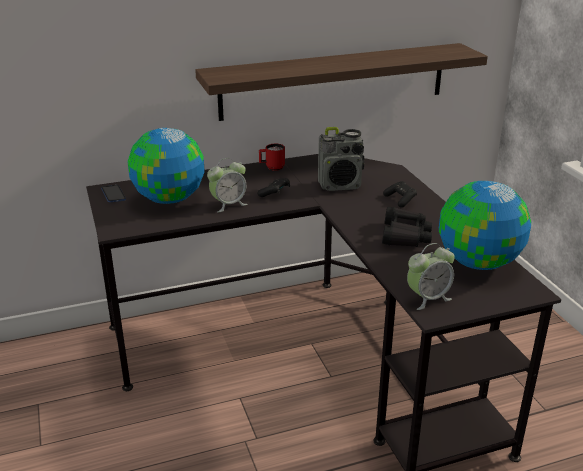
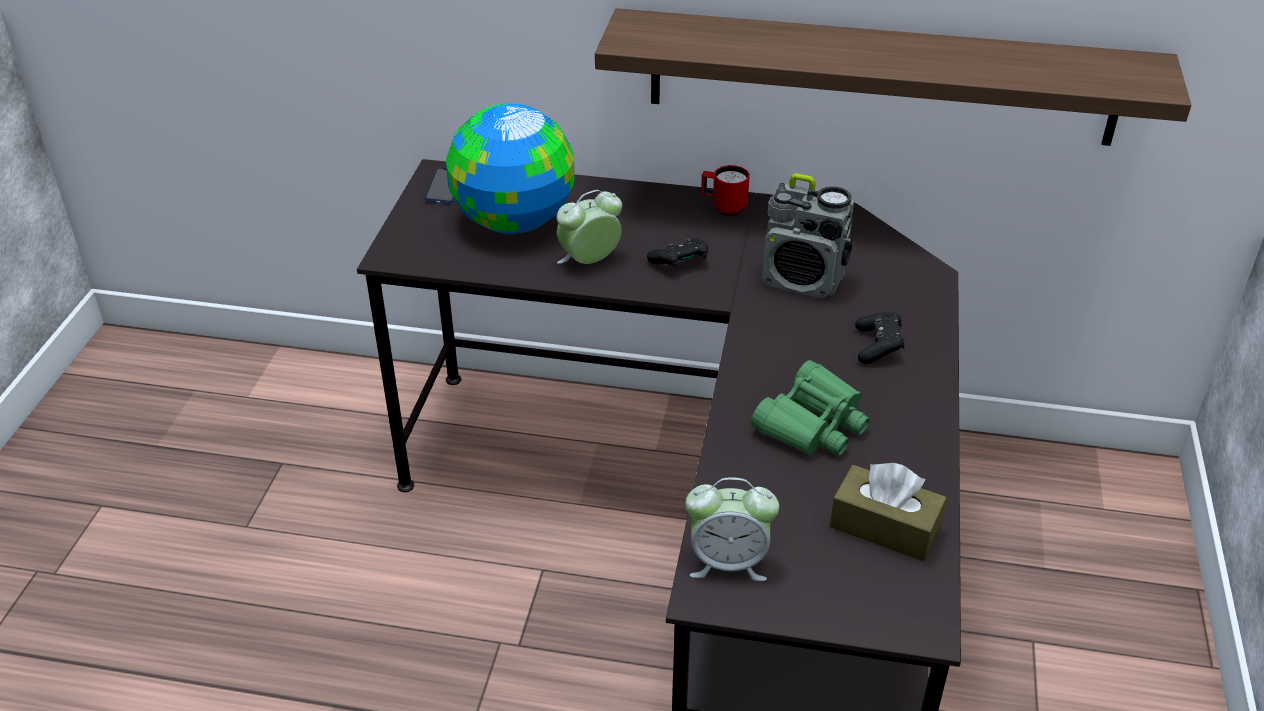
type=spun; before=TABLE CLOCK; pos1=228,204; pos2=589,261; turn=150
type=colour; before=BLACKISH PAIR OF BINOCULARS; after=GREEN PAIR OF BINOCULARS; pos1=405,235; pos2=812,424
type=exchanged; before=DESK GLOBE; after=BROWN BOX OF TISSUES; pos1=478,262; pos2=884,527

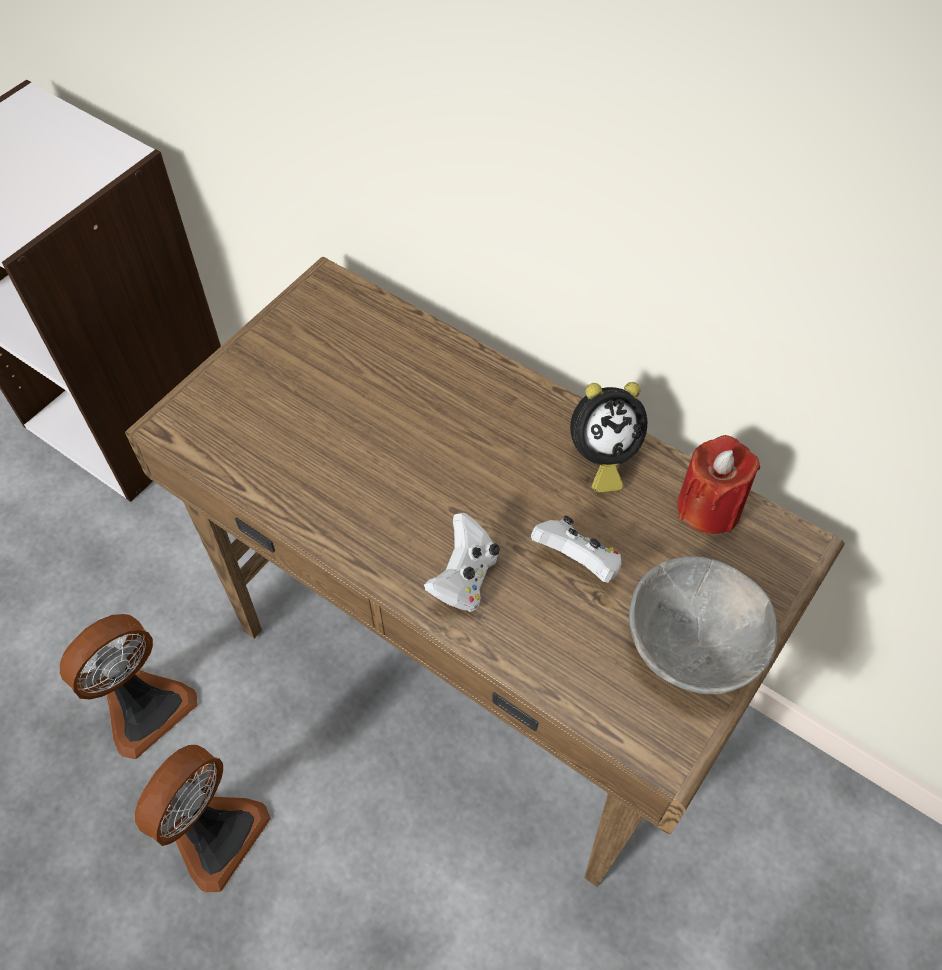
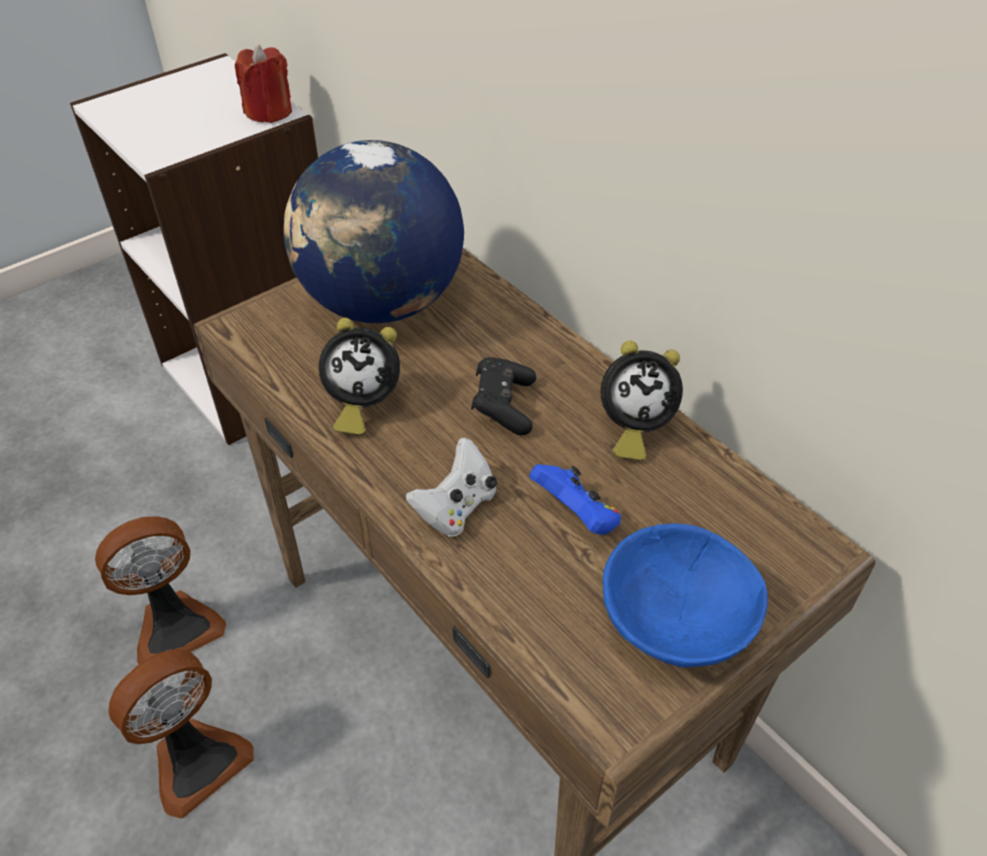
type=relocated; before=REDDISH WAX LIGHT; pos1=708,507; pos2=269,112
type=appeared; after=DESK GLOBE; pos2=381,304
type=appeared; after=TABLE CLOCK; pos2=362,405
type=appeared; after=BLACKISH GAMEPAD; pos2=503,406
type=colour; before=WHITISH GAMEPAD; after=BLUE GAMEPAD; pos1=577,561; pos2=577,517
type=colour; before=GREY BOWL; after=BLUE BOWL; pos1=693,646; pos2=674,623

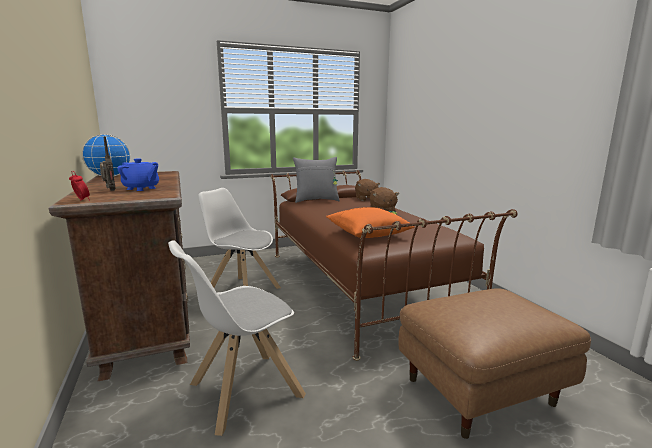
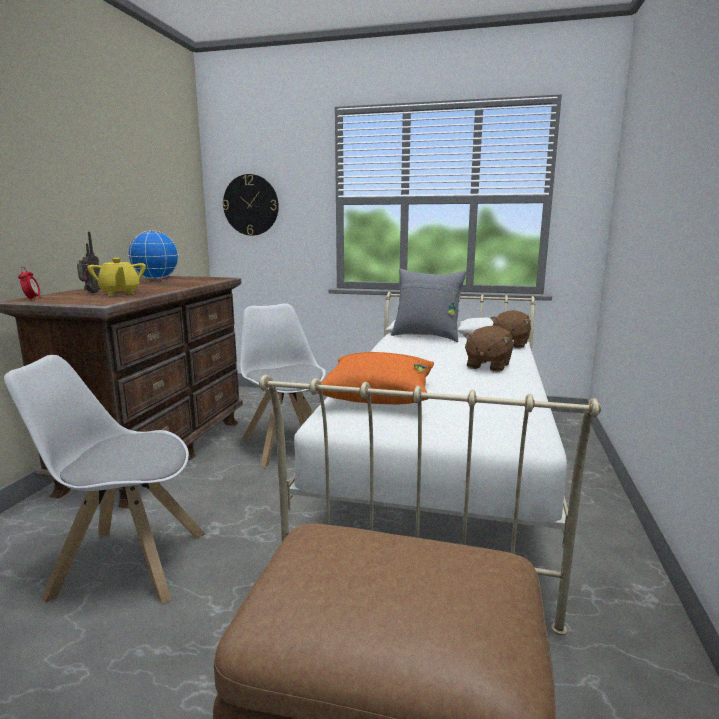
type=colour; before=BLUE POT FOR TEA; after=YELLOWISH POT FOR TEA; pos1=141,188; pos2=120,293
type=appeared; after=HANGING CLOCK; pos2=251,205
type=colour; before=BROWN SLEEPING BED; after=WHITISH SLEEPING BED; pos1=358,285; pos2=438,480

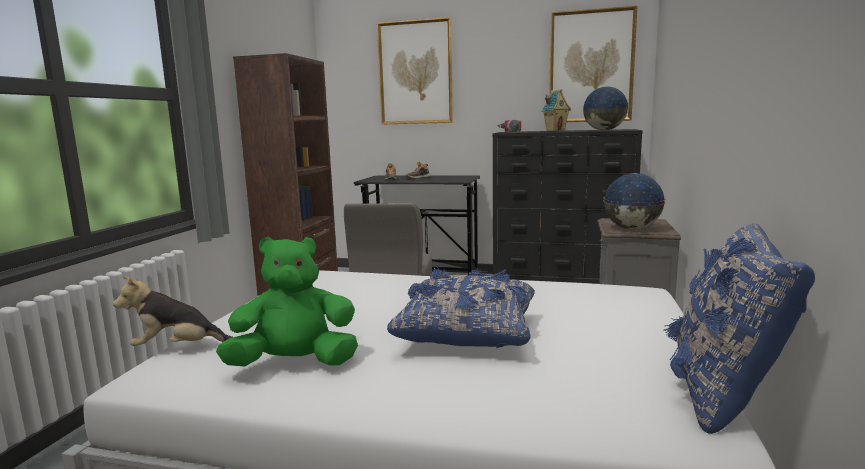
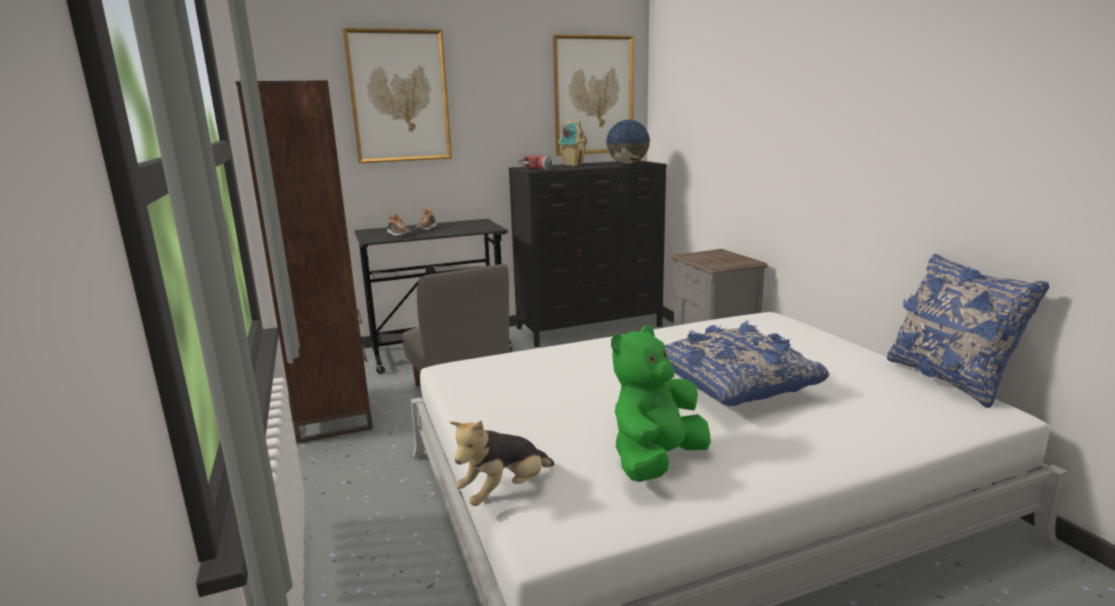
type=missing; before=DESK GLOBE; pos1=631,229

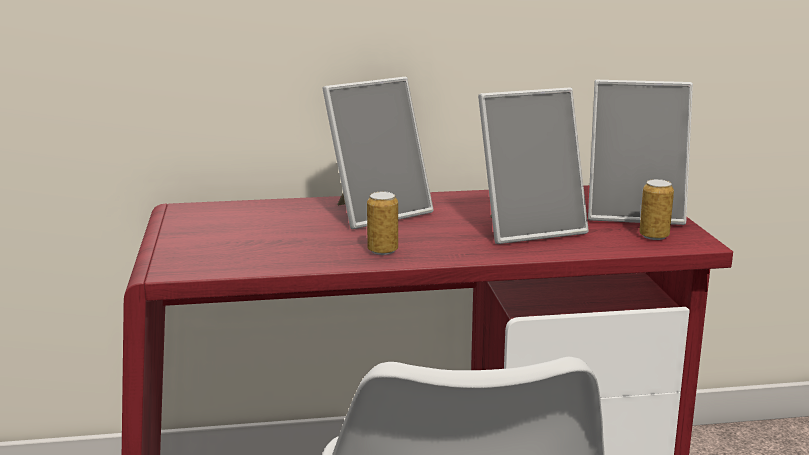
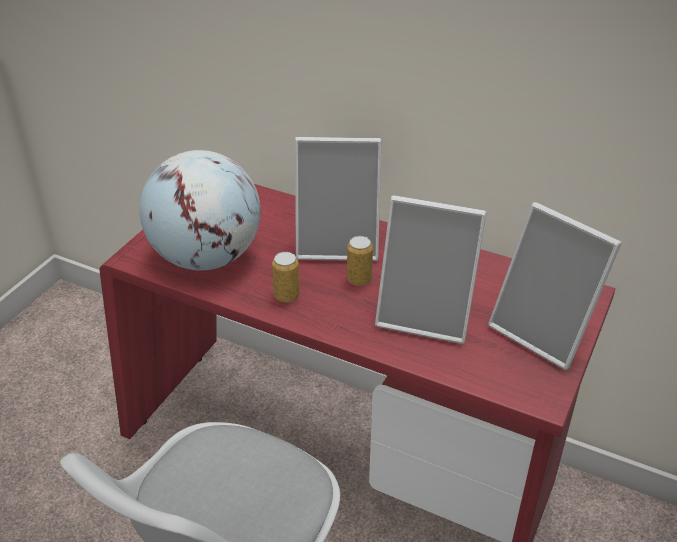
type=appeared; after=DESK GLOBE; pos2=207,257
type=relocated; before=SEALED CAN; pos1=654,236; pos2=359,279

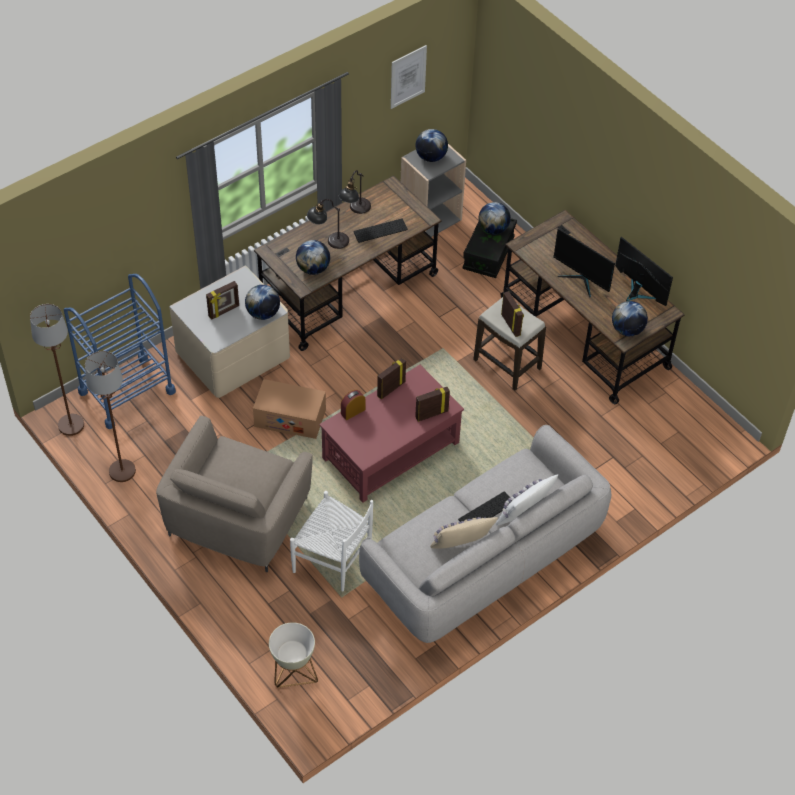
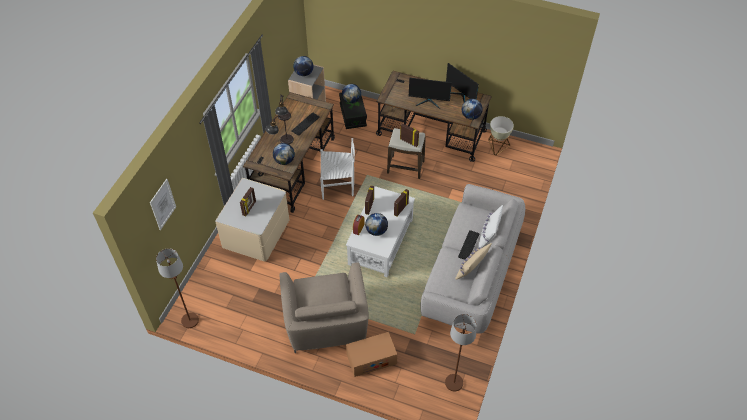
type=relocated; before=PICTURE; pos1=408,76; pos2=163,204
type=relocated; before=WHITISH CHAIR; pos1=333,560; pos2=338,185
type=colour; before=REDDISH LOUNGE TABLE; after=WHITISH LOUNGE TABLE; pos1=390,451; pos2=380,242
type=relocated; before=CARTON; pos1=290,418; pos2=371,359
type=relocated; before=DESK GLOBE; pos1=263,313; pos2=376,231
type=relocated; before=BROWN STANDARD LAMP; pos1=122,471; pos2=453,383
type=spun; before=COMPUTER SCREEN; pos1=637,292; pos2=461,95; turn=-150
type=relocated; before=PLANTER; pos1=293,673; pos2=497,147
type=missing; before=BLUE WHEELED CART; pos1=126,391

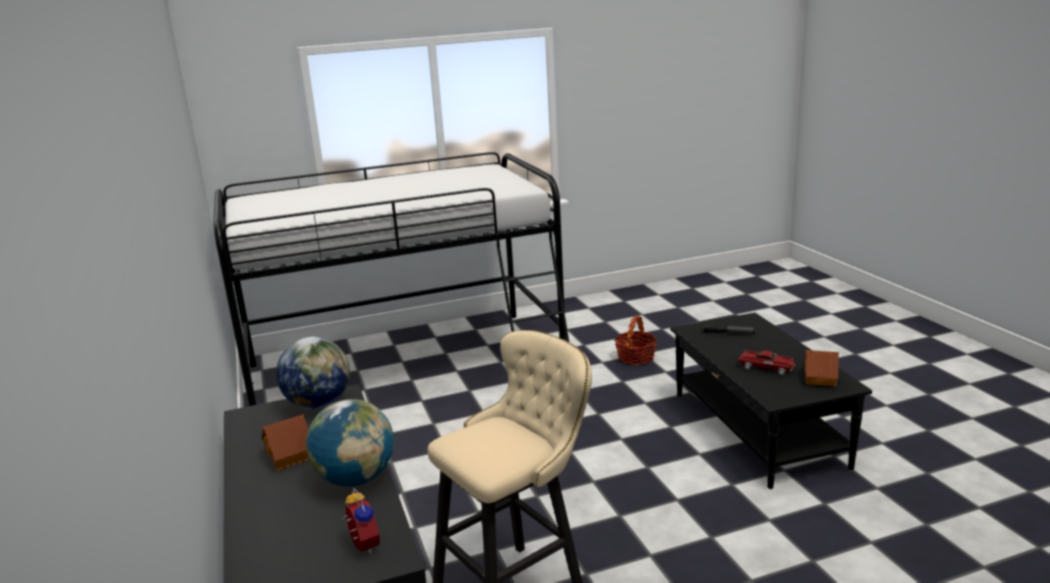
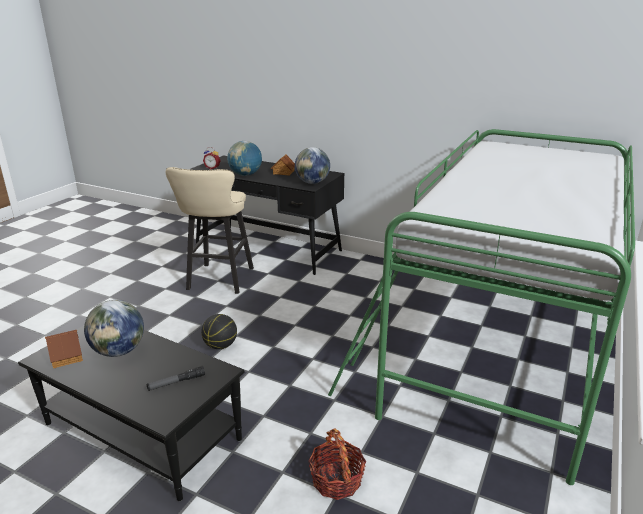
type=exchanged; before=TOY CAR; after=DESK GLOBE; pos1=766,367; pos2=119,351
type=appeared; after=BASKETBALL; pos2=220,346
type=colour; before=BLACKISH SLEEPING BED; after=GREEN SLEEPING BED; pos1=408,369; pos2=496,354

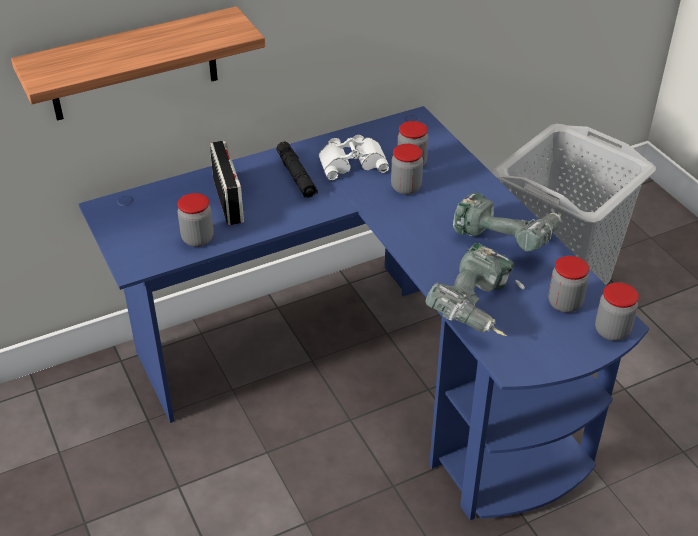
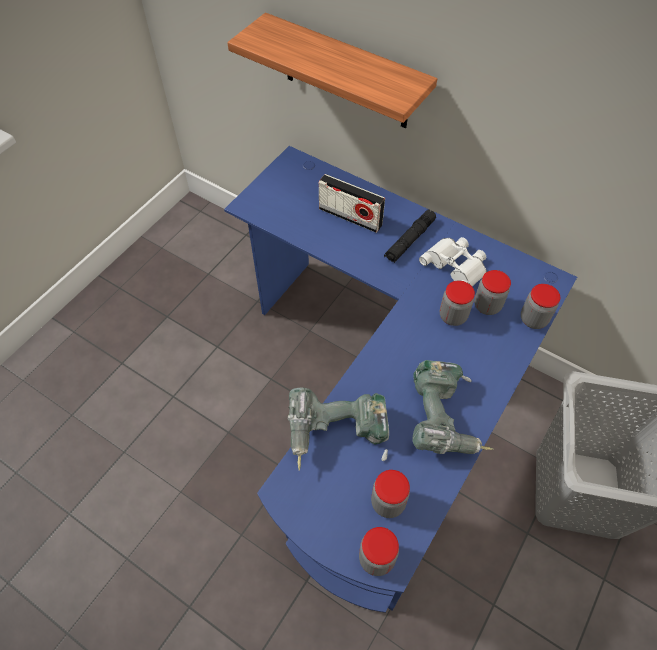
type=spun; before=RADIO; pos1=228,200; pos2=350,217; turn=75
type=relocated; before=PRESERVE JAR; pos1=198,239; pos2=533,319

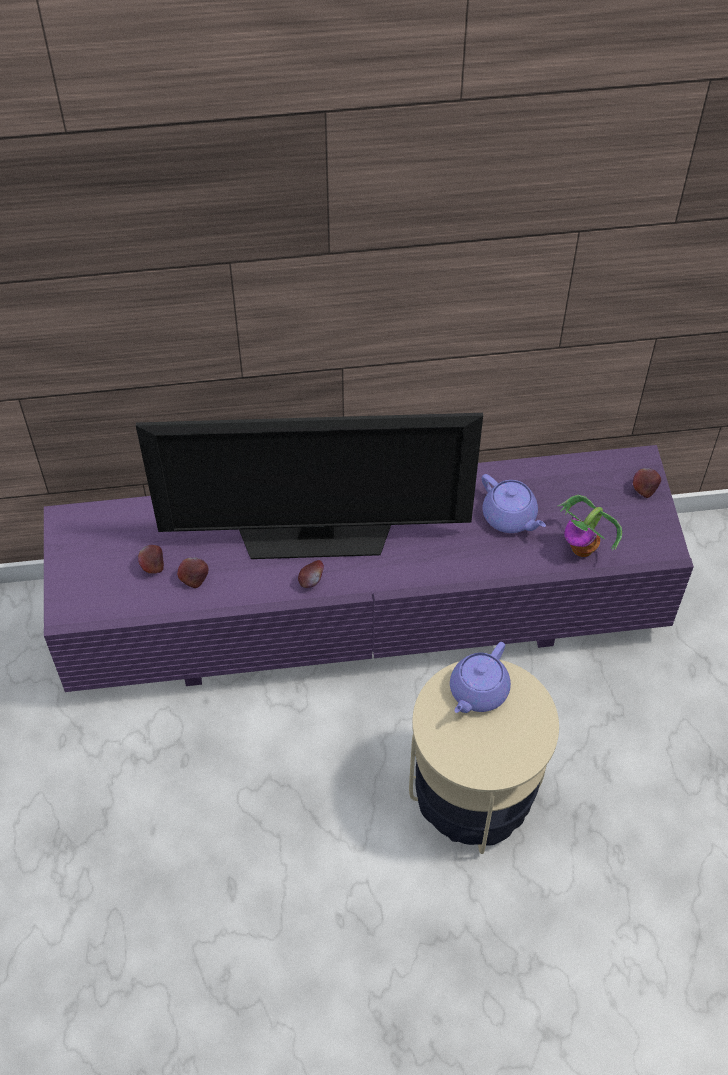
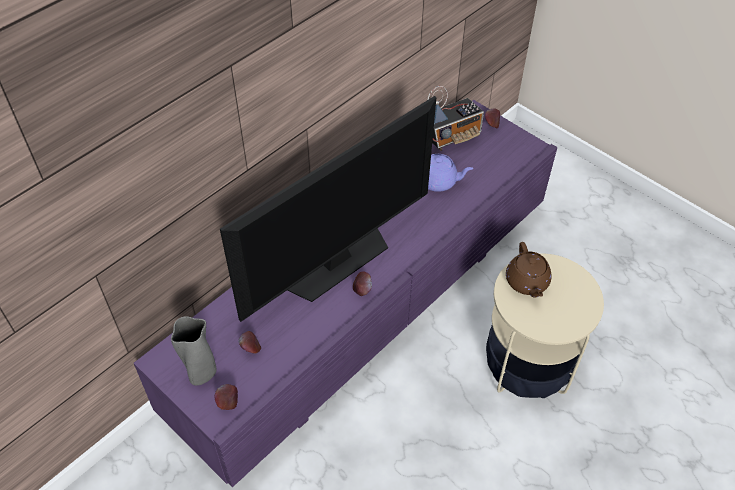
type=appeared; after=GREY DECORATIVE VASE; pos2=202,374
type=relocated; before=APPLE FRUIT; pos1=194,578; pos2=228,402
type=appeared; after=RADIO; pos2=451,136
type=colour; before=PURPLISH POT FOR TEA; after=BROWN POT FOR TEA; pos1=478,691; pos2=527,282
type=missing; before=POTTED PLANT; pos1=583,548

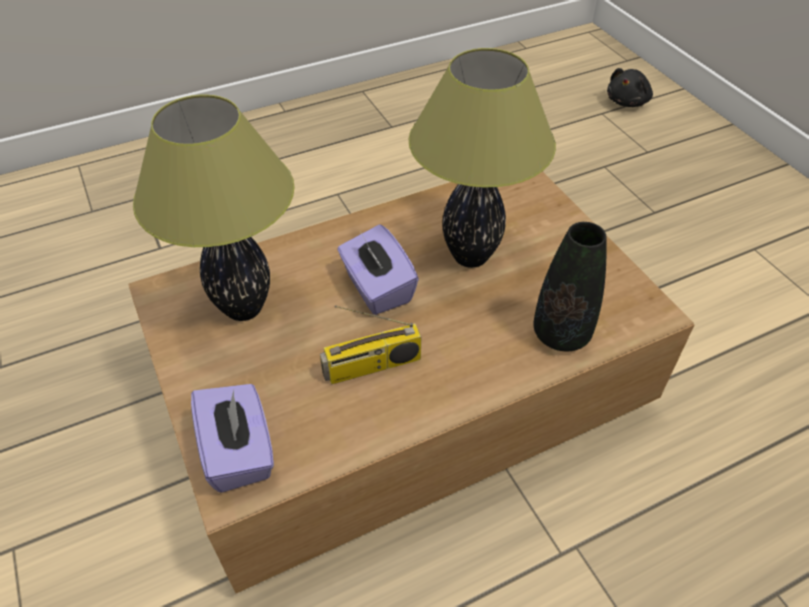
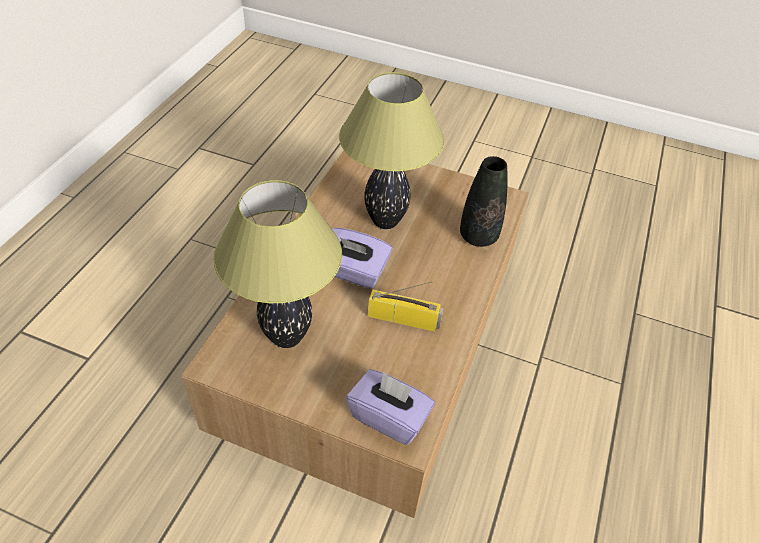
type=spun; before=RADIO; pos1=372,367; pos2=404,318; turn=-105
type=missing; before=BLACKISH SOFT TOY; pos1=627,102

